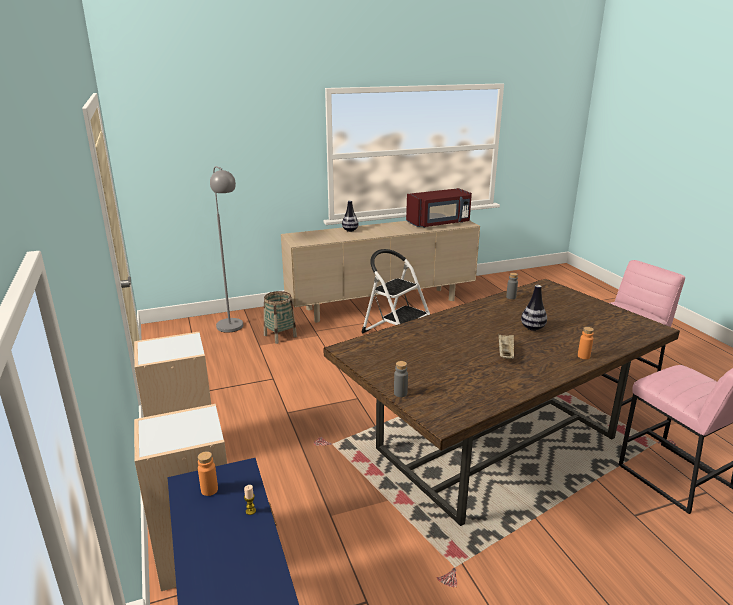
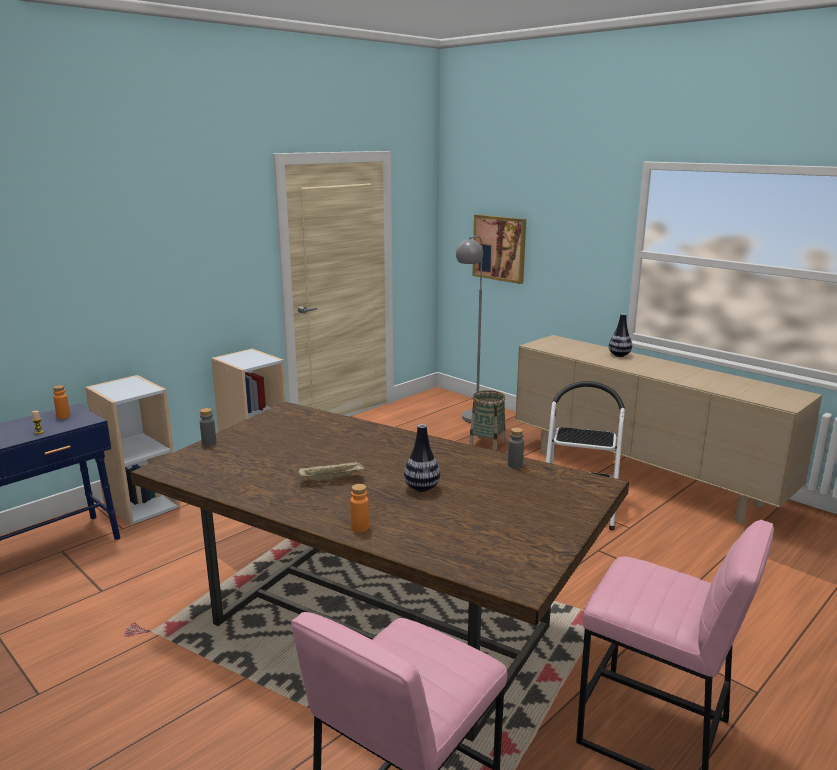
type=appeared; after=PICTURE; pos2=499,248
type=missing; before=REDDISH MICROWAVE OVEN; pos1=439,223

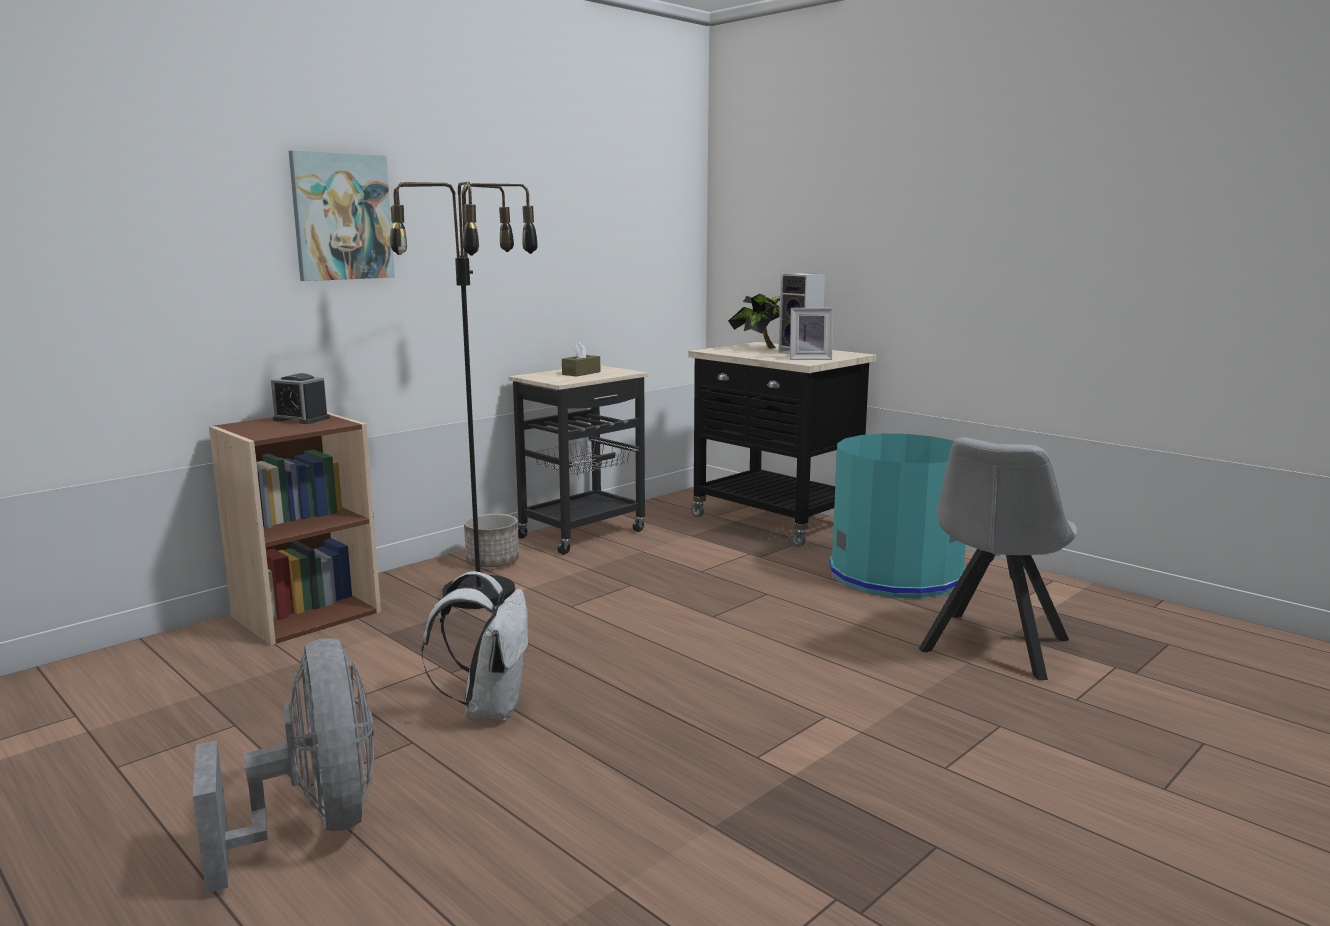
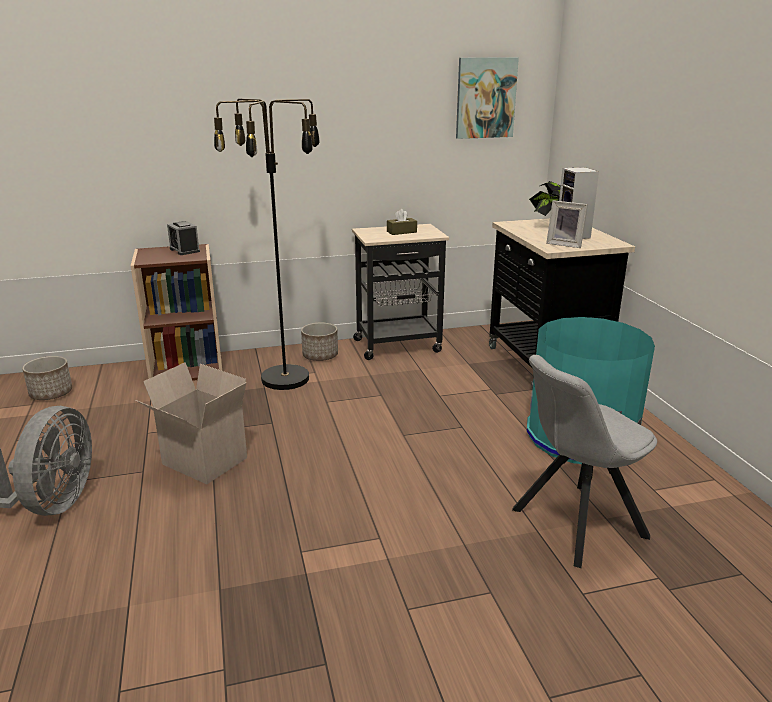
type=appeared; after=PLANTER; pos2=51,393
type=exchanged; before=WHITISH KNAPSACK; after=CARTON; pos1=489,708; pos2=202,462
type=relocated; before=PICTURE; pos1=342,217; pos2=485,98

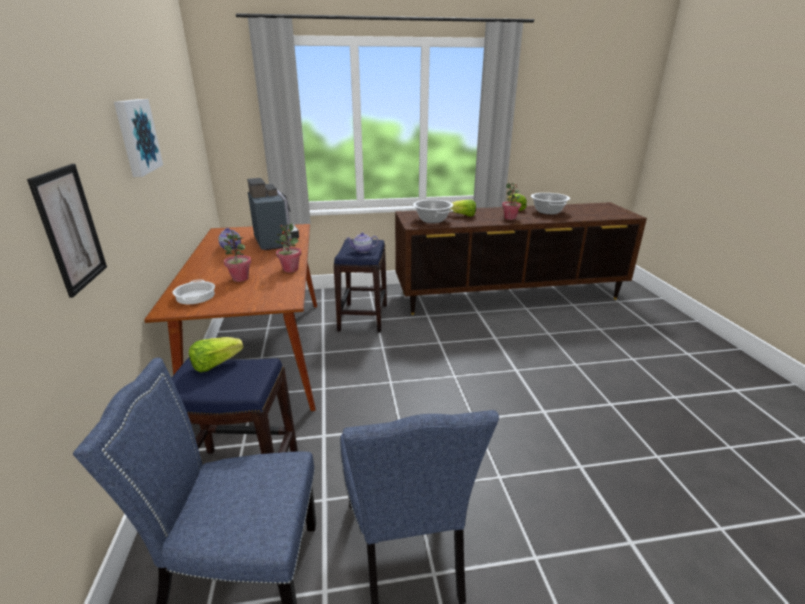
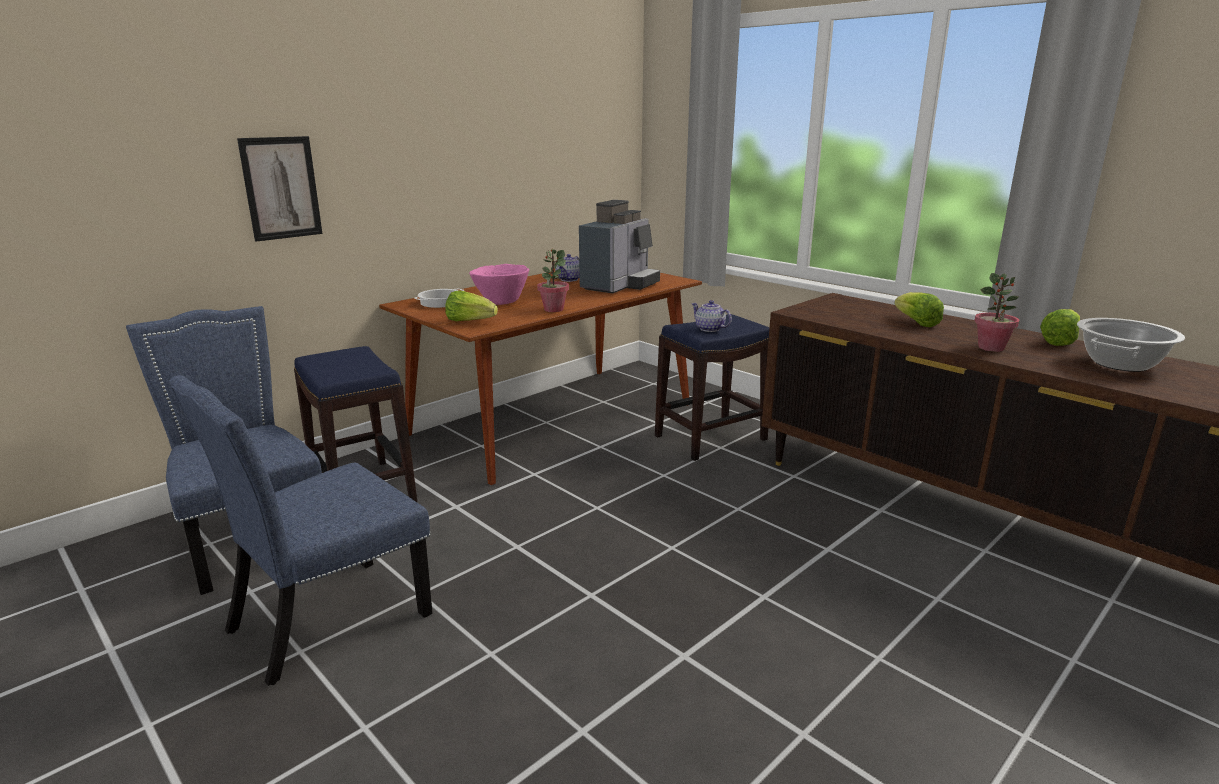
type=relocated; before=LETTUCE; pos1=216,364; pos2=470,321
type=exchanged; before=POTTED PLANT; after=PINKISH BOWL; pos1=240,278; pos2=501,302
type=missing; before=PICTURE; pos1=136,136
type=missing; before=SAUCEPOT; pos1=432,220

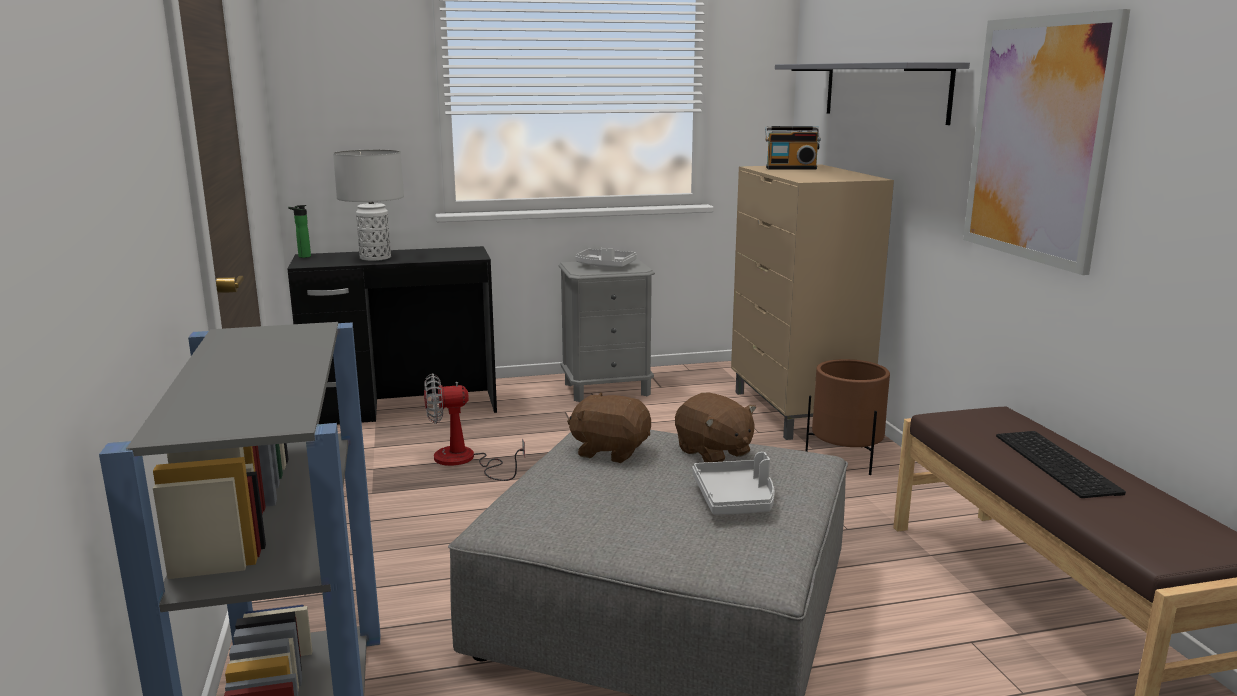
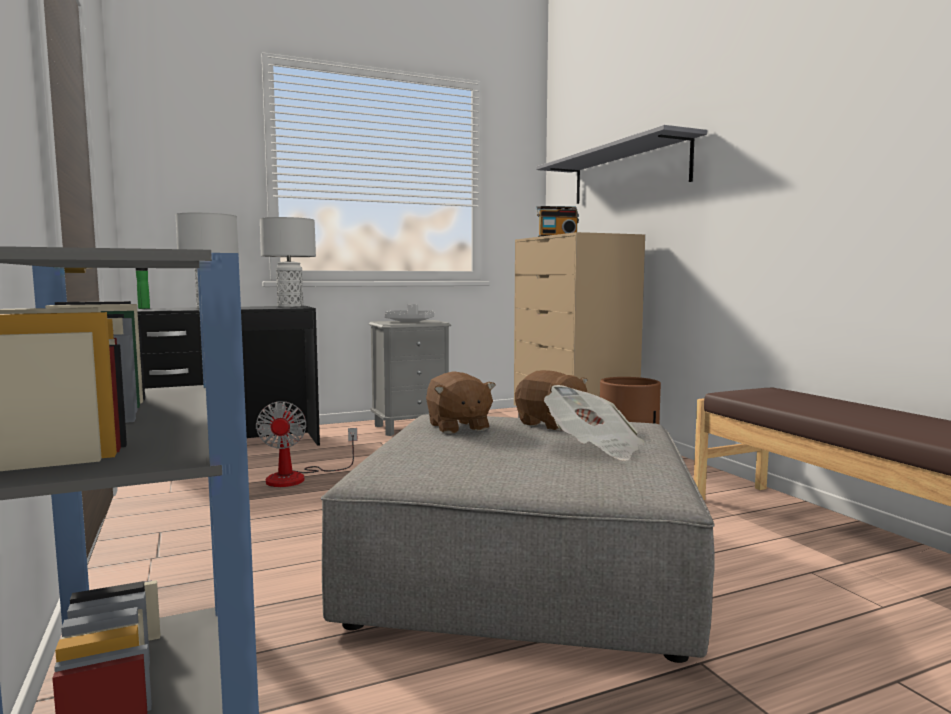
type=spun; before=COOLING FAN; pos1=465,461; pos2=298,477; turn=-75
type=appeared; after=WHITISH TABLE LAMP; pos2=291,306
type=spun; before=BROWN SOFT TOY; pos1=610,451; pos2=457,427; turn=-120
type=exchanged; before=GREY CARRYING TRAY; after=PRINTED PAPER; pos1=735,499; pos2=593,448
type=missing; before=PICTURE; pos1=1038,140
type=missing; before=PC KEYBOARD; pos1=1059,464

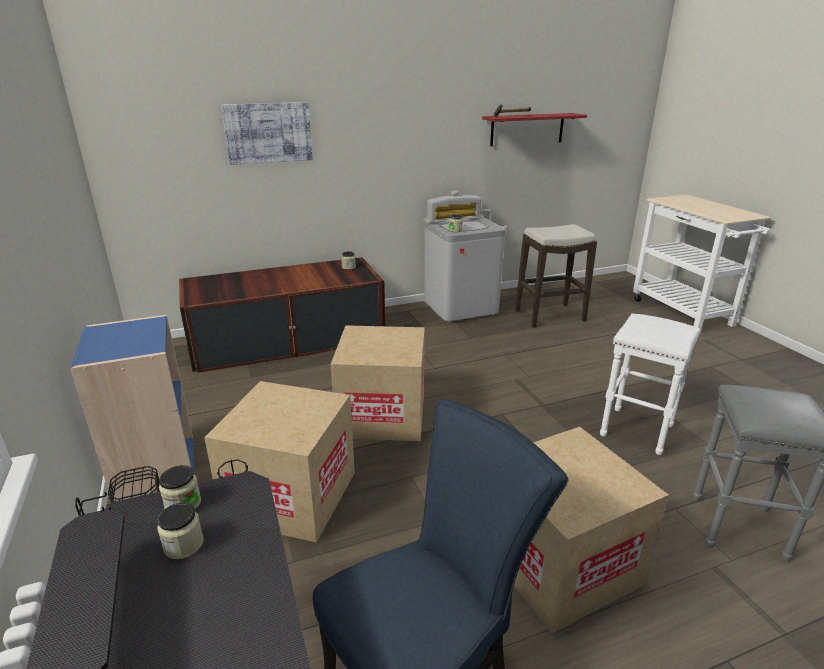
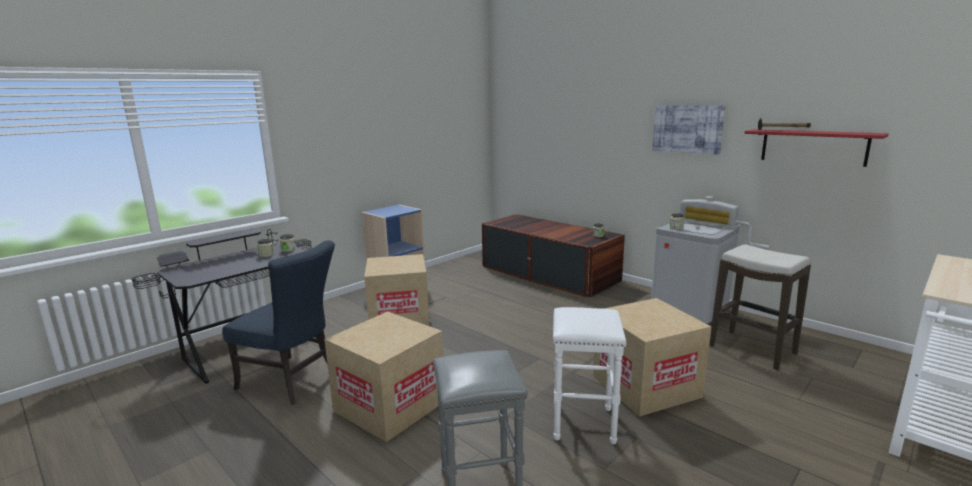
type=relocated; before=CARTON; pos1=382,415; pos2=646,386
type=relocated; before=PICTURE; pos1=268,133; pos2=687,129

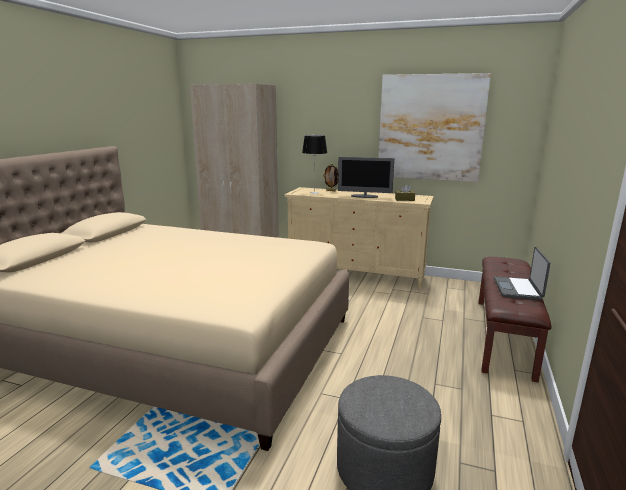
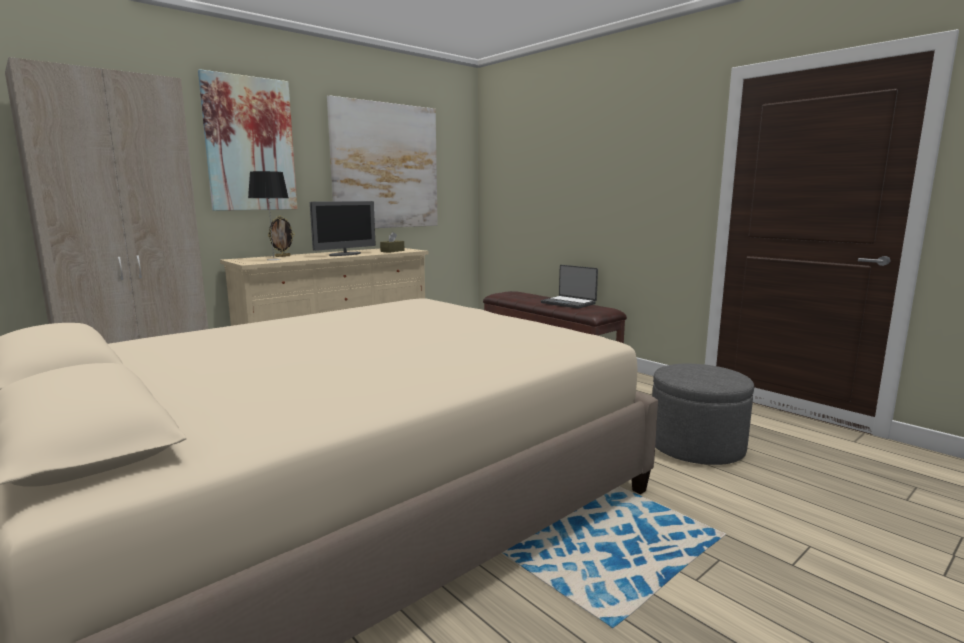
type=appeared; after=PICTURE; pos2=250,144

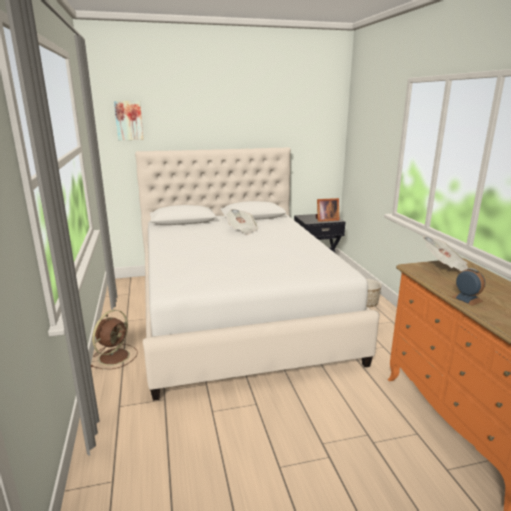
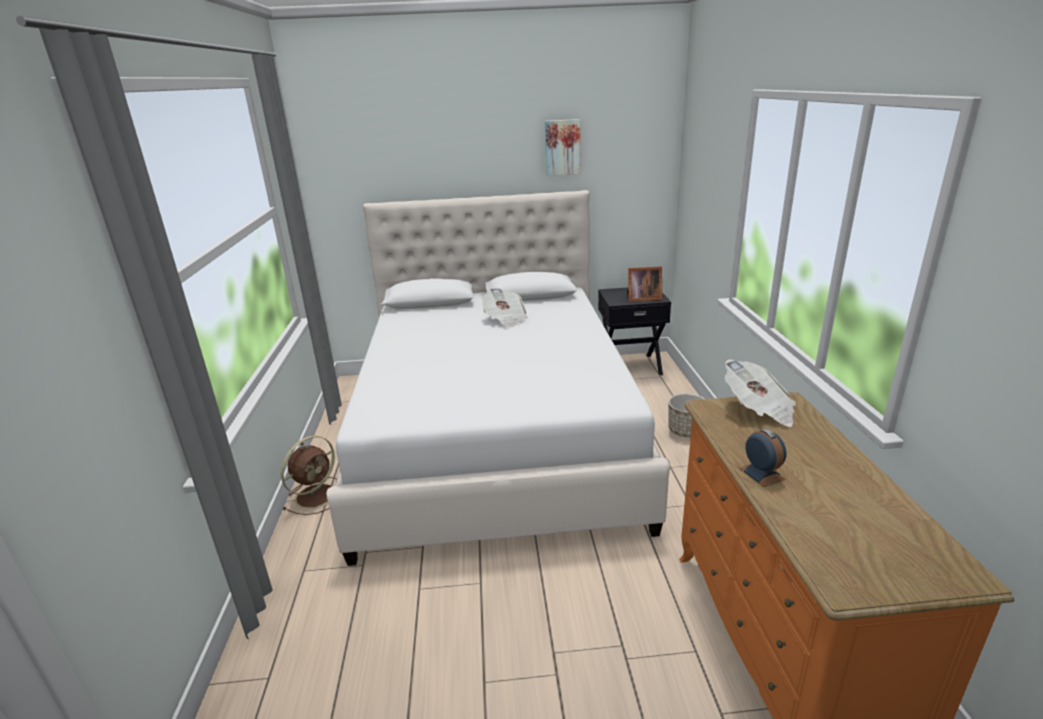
type=relocated; before=PICTURE; pos1=129,120; pos2=562,147

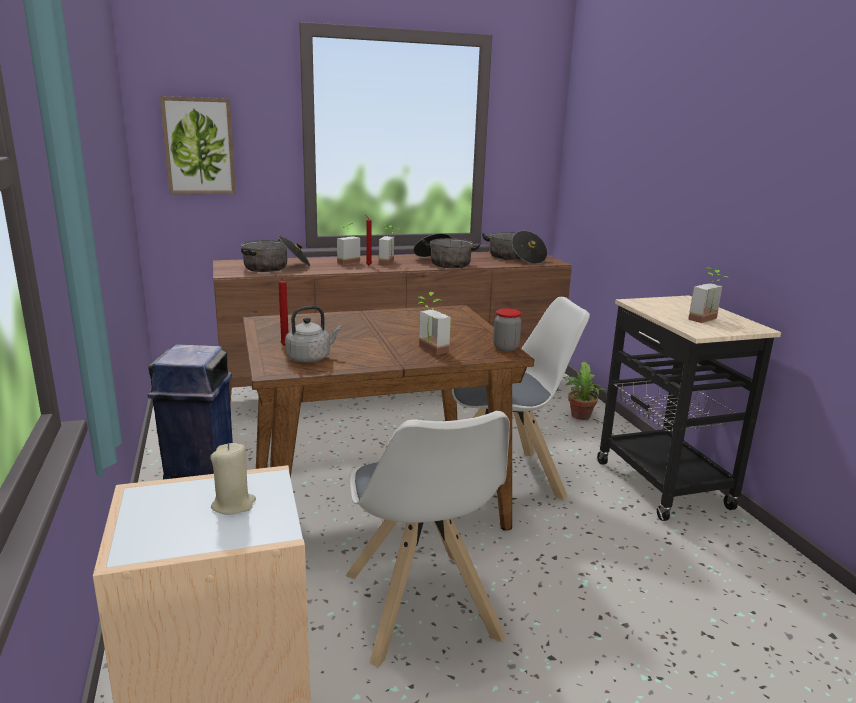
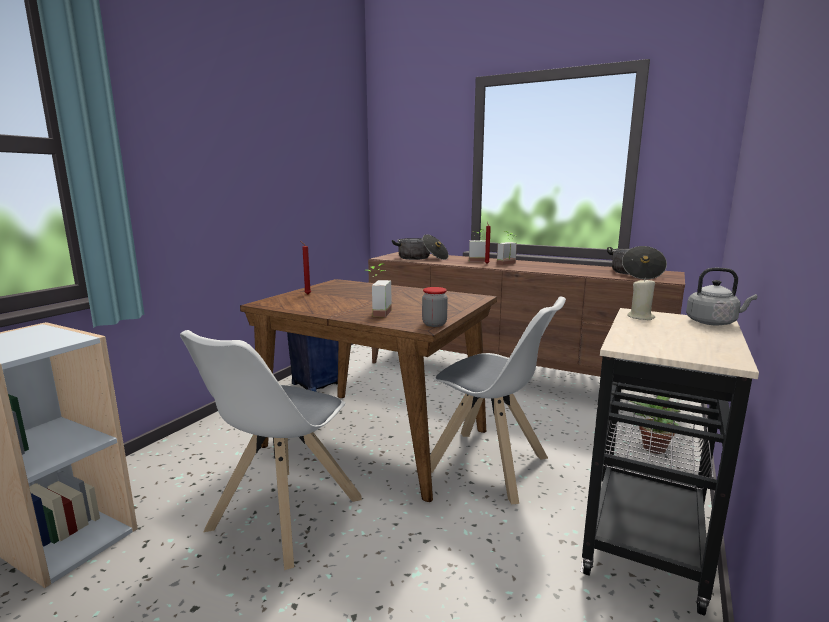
type=relocated; before=BEIGE-COLOURED WAX LIGHT; pos1=233,505; pos2=640,317
type=relocated; before=GREY TEA KETTLE; pos1=311,358; pos2=713,322
type=missing; before=PICTURE; pos1=199,146
type=missing; before=SAUCEPOT; pos1=444,263
type=missing; before=POTTED PLANT; pos1=708,320

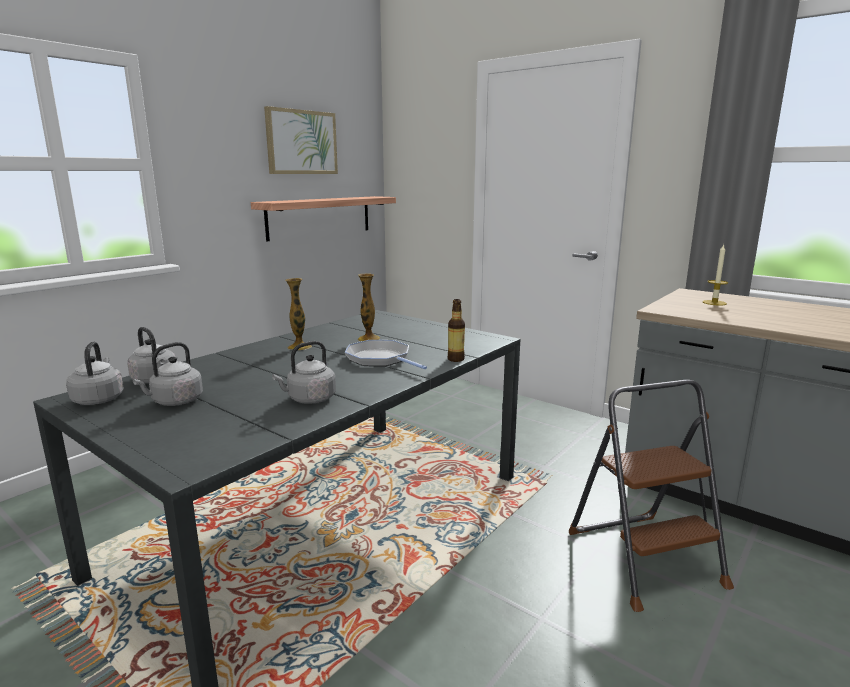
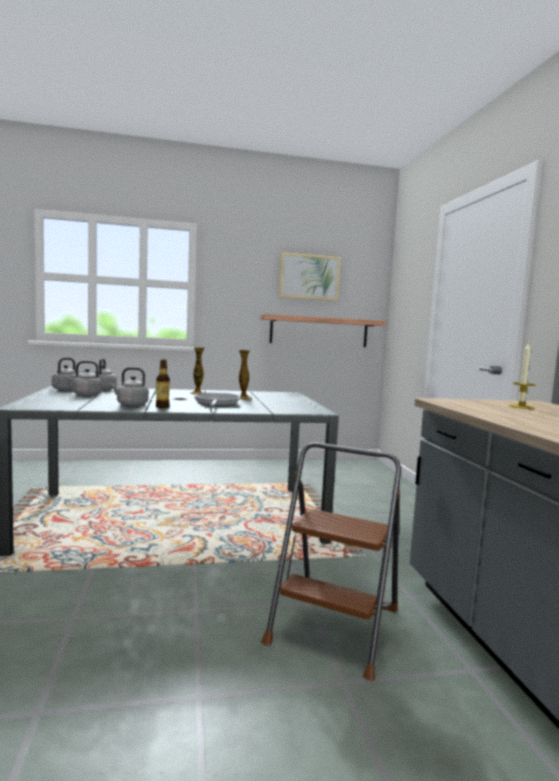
type=relocated; before=DRINK BOTTLE; pos1=456,359; pos2=162,407

